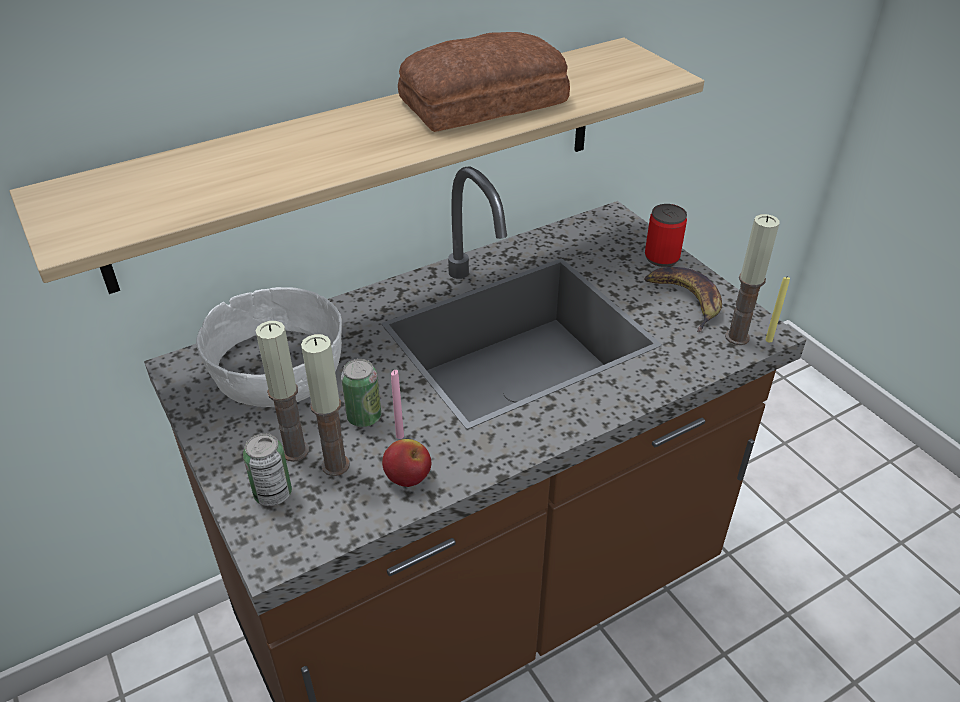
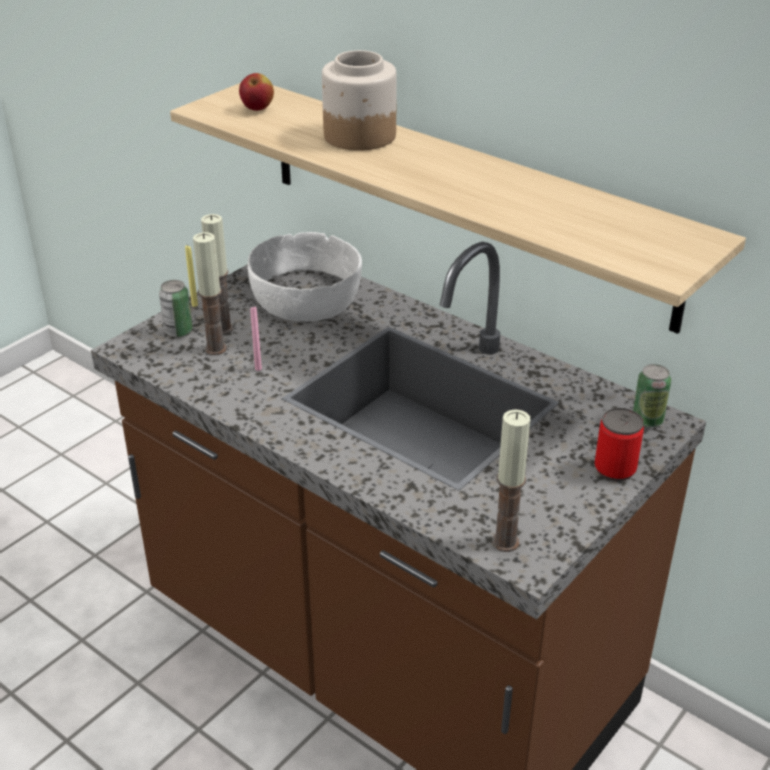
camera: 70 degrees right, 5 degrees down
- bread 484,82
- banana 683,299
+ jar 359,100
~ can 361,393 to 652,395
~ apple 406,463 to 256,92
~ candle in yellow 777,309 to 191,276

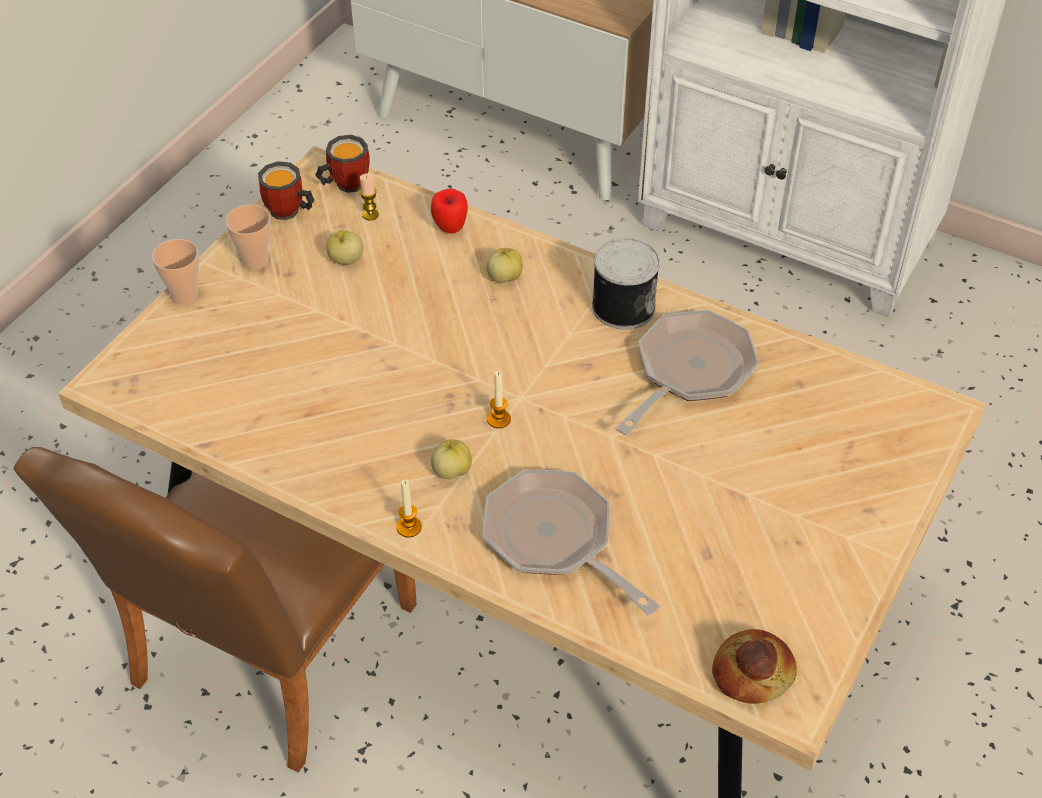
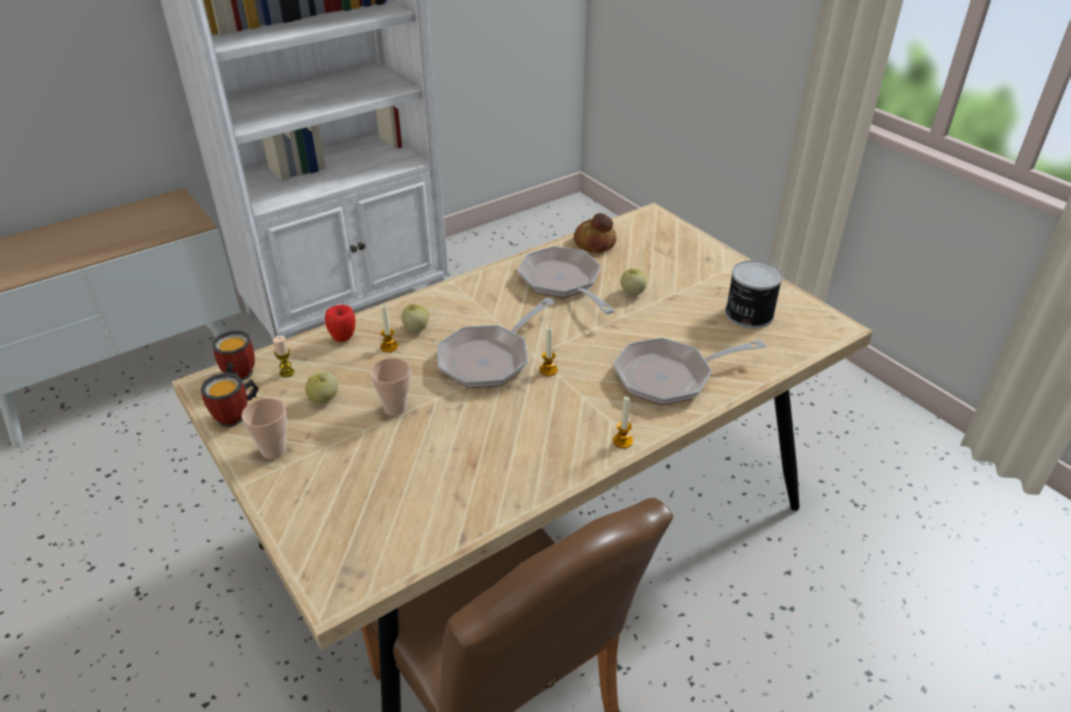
camera: 65 degrees left, 10 degrees down
+ candle 389,328
+ frying pan 495,343
~ cup 175,272 to 390,387
~ apple 451,459 to 633,282
~ can 626,284 to 754,294
~ bread 754,666 to 595,233

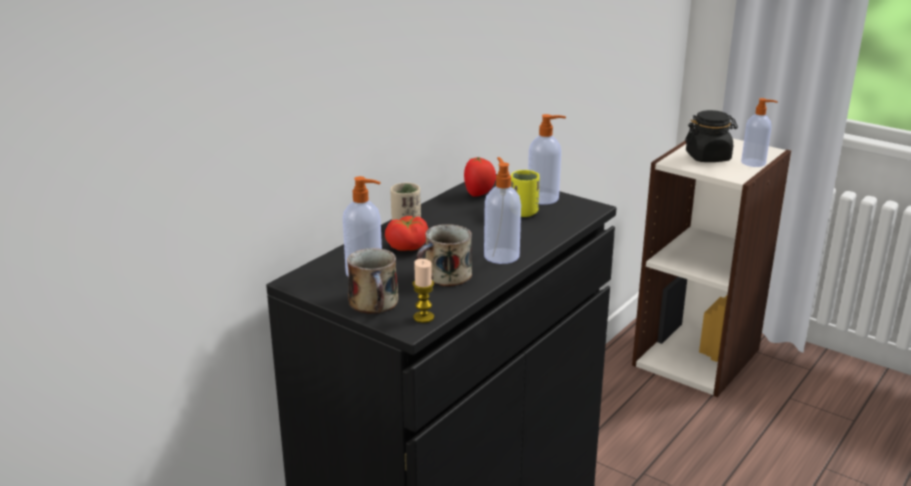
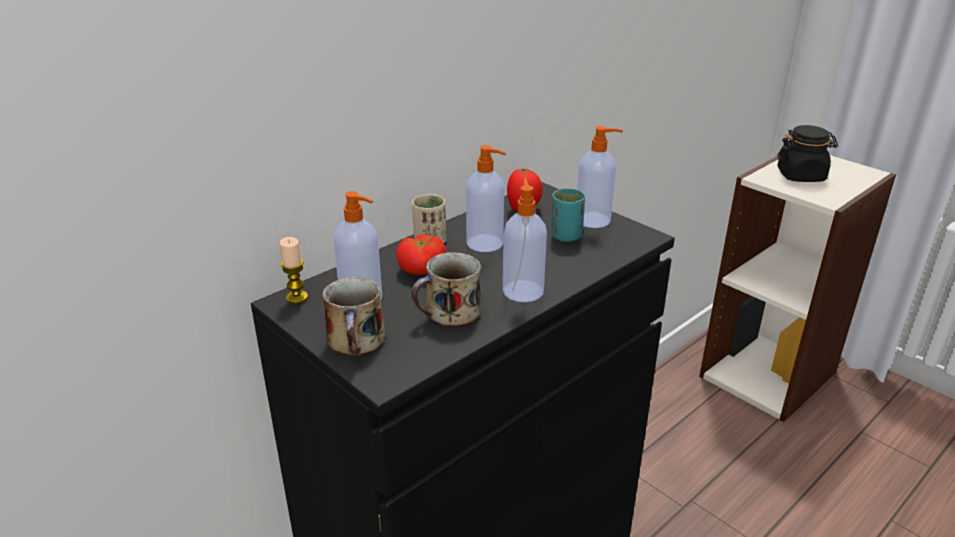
camera: 10 degrees right, 5 degrees up
~ candle 423,291 to 294,270
~ soap dispenser 759,132 to 486,198
~ cup in yellow 525,193 to cup in turquoise 568,215

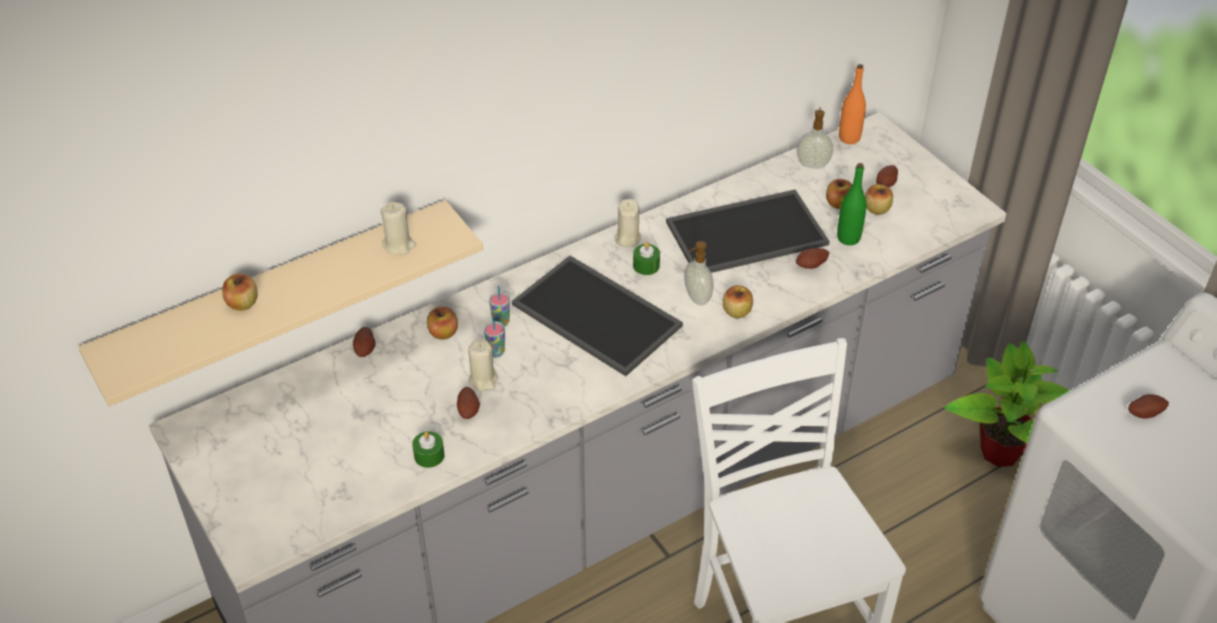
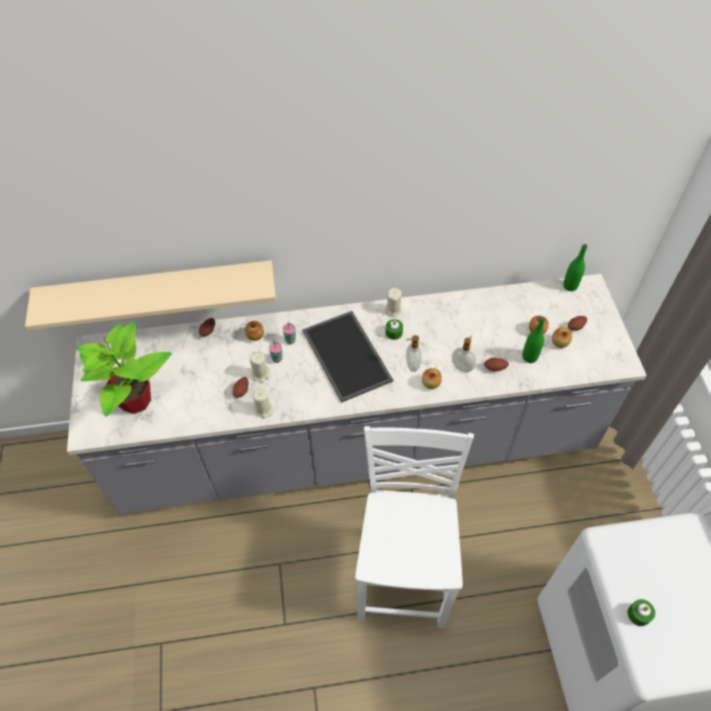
camera: 25 degrees right, 10 degrees up
- apple 239,292
- tray 748,231
- potato 1148,406
~ candle in beige 398,228 to 263,403
~ candle in green 428,449 to 641,612
~ soap dispenser 815,137 to 464,354
~ potted plant 1007,404 to 124,369
~ bottle in orange 852,104 to bottle in green 575,267

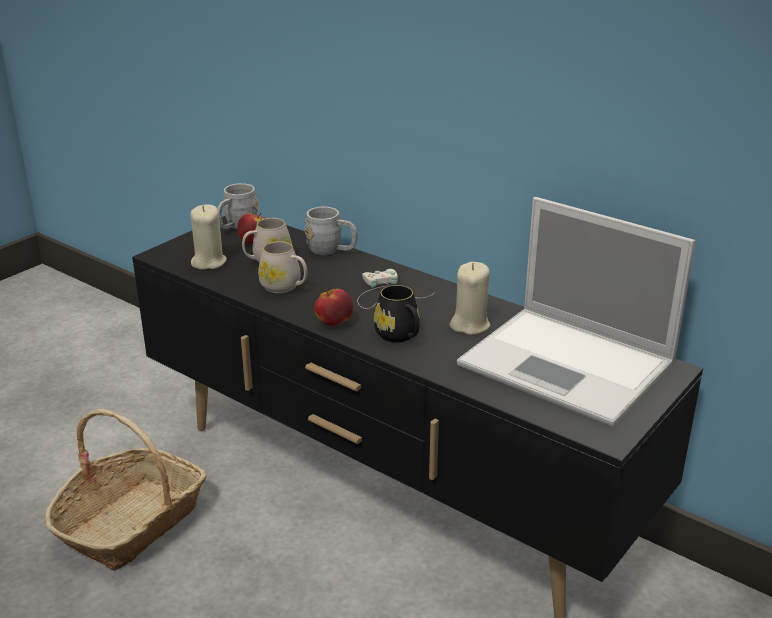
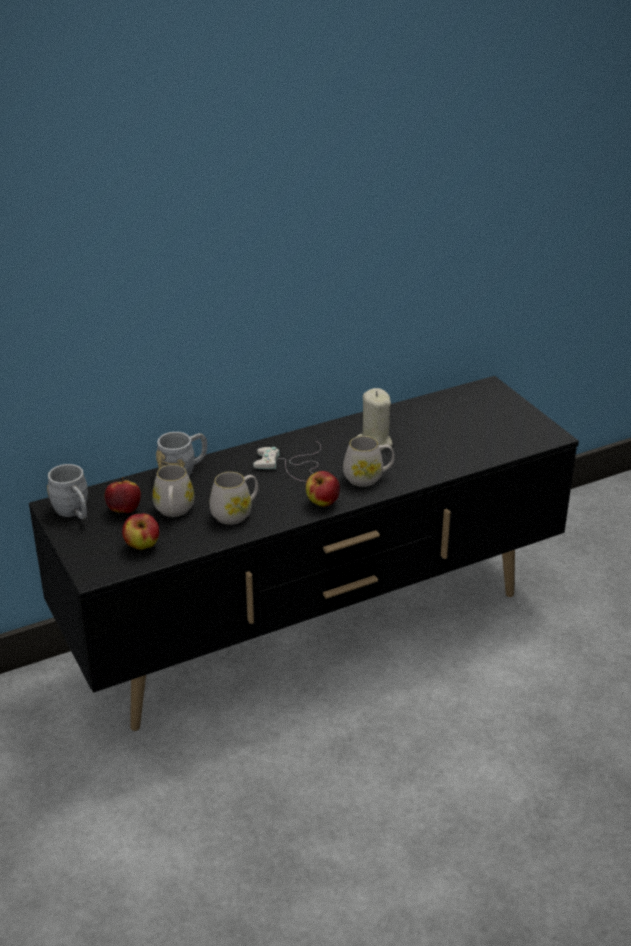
camera: 65 degrees left, 5 degrees up
- basket 125,490
- laptop 576,312
~ candle in beige 208,237 to apple 140,531
~ mug in black 397,313 to mug in white 368,461

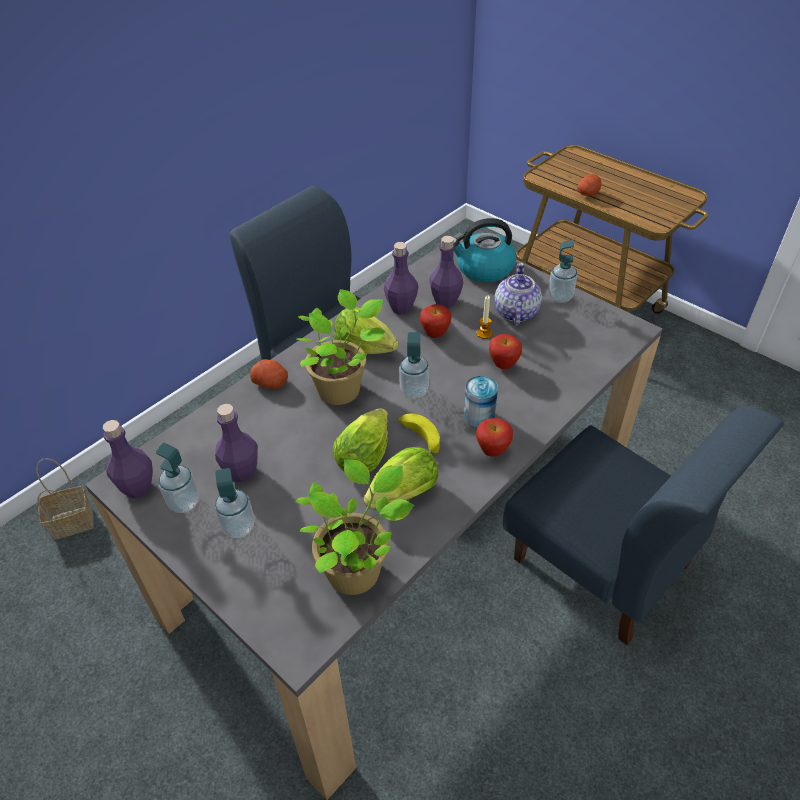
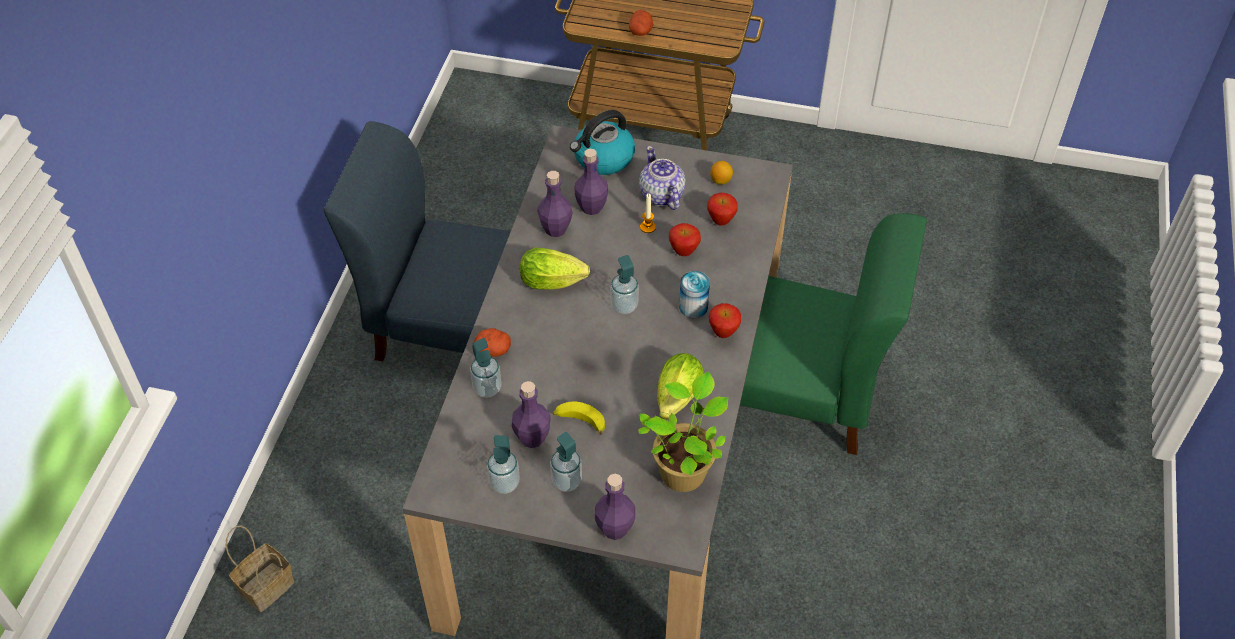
camera: 30 degrees left, 5 degrees up
- potted plant 341,347
- lettuce 360,440
+ lemon 721,173
~ bottle in purple 127,459 to 615,507
~ banana 419,433 to 579,418
~ apple 435,321 to 722,209
~ soap dispenser 562,271 to 486,368
~ chair in blue 643,525 to chair in green 833,334

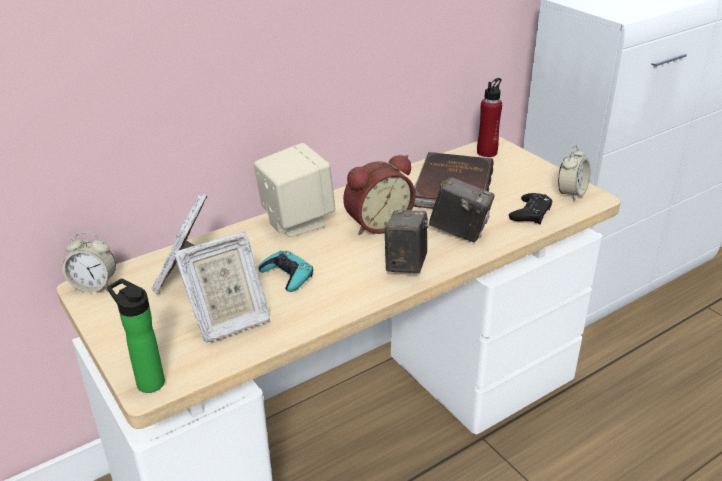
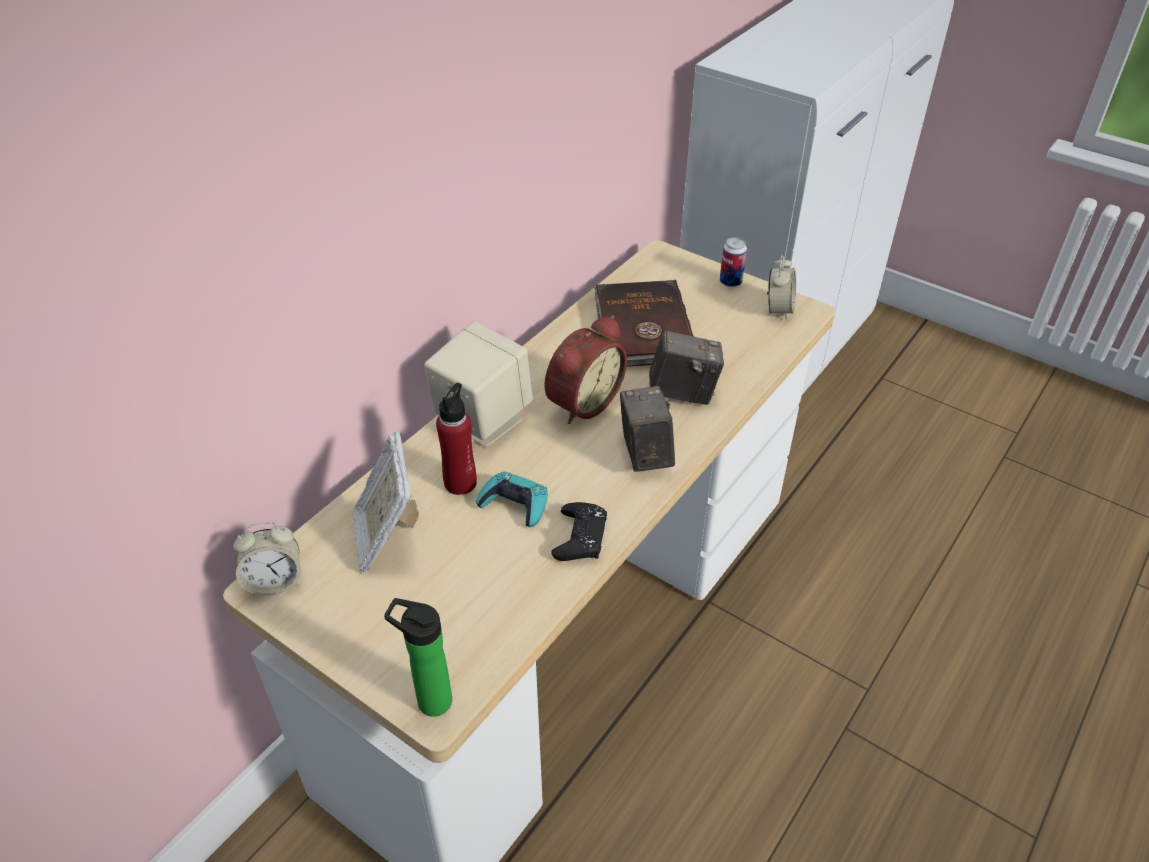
camera: 20 degrees left, 10 degrees up
- picture frame 222,287
+ can 733,262
~ bottle in red 489,117 to 456,439
~ game controller in black 531,208 to 579,531

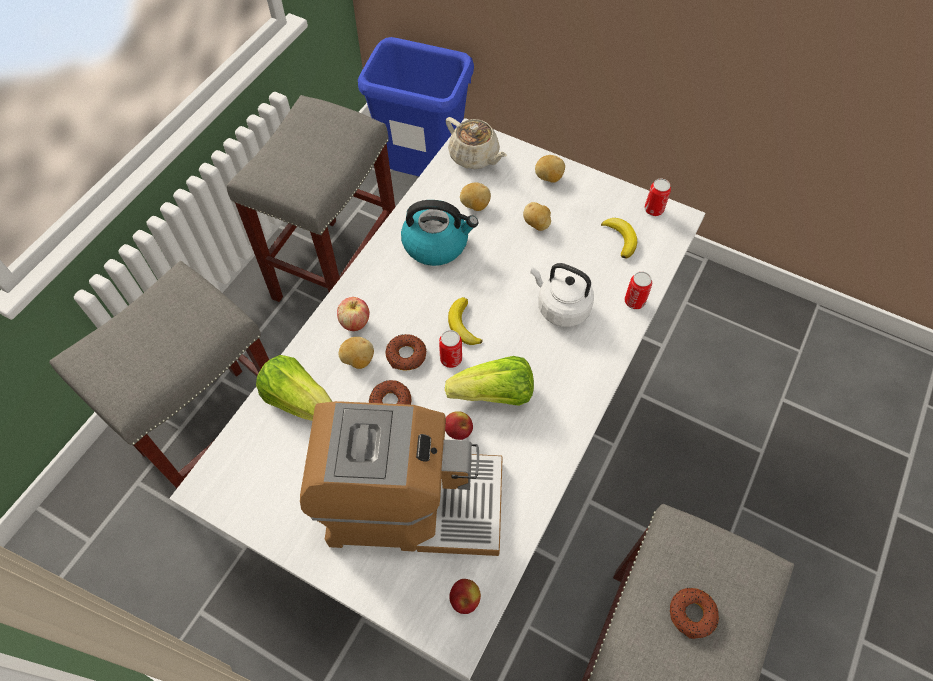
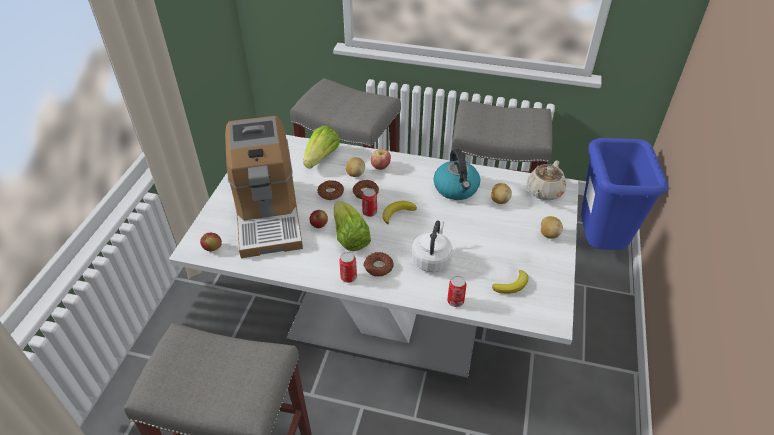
camera: 75 degrees right, 15 degrees down
- potato 537,216
~ can 657,197 to 348,267
~ donut 694,613 to 379,264

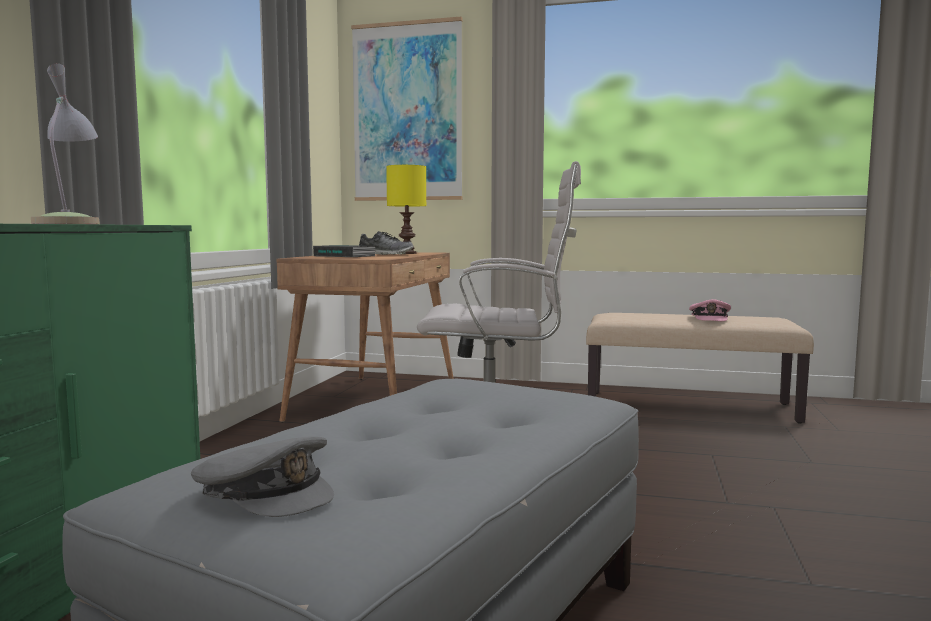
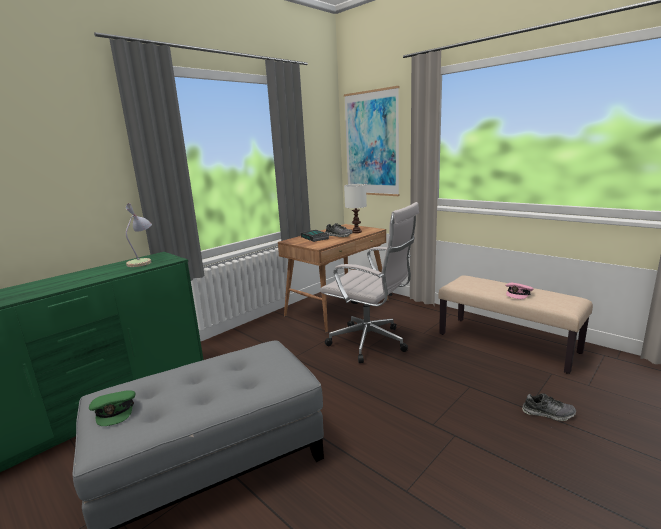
camera: 30 degrees right, 10 degrees up
+ shoe 549,407
~ cap in grey 262,476 to cap in green 112,408
~ table lamp in yellow 406,209 to table lamp in white 355,208

